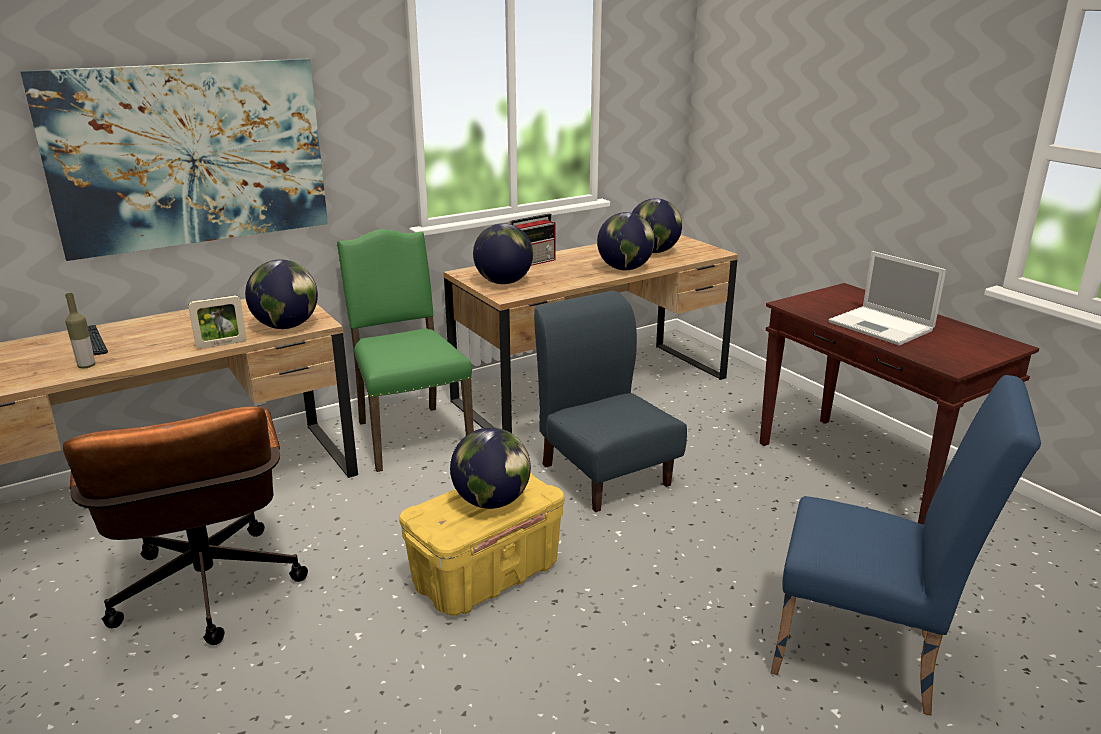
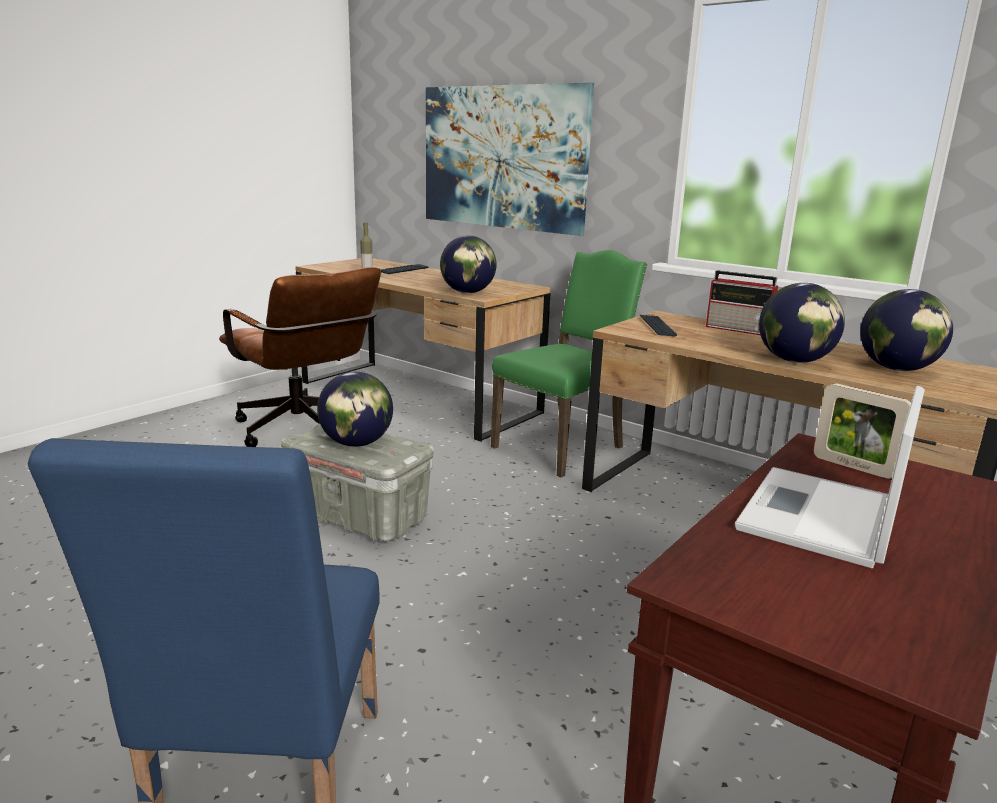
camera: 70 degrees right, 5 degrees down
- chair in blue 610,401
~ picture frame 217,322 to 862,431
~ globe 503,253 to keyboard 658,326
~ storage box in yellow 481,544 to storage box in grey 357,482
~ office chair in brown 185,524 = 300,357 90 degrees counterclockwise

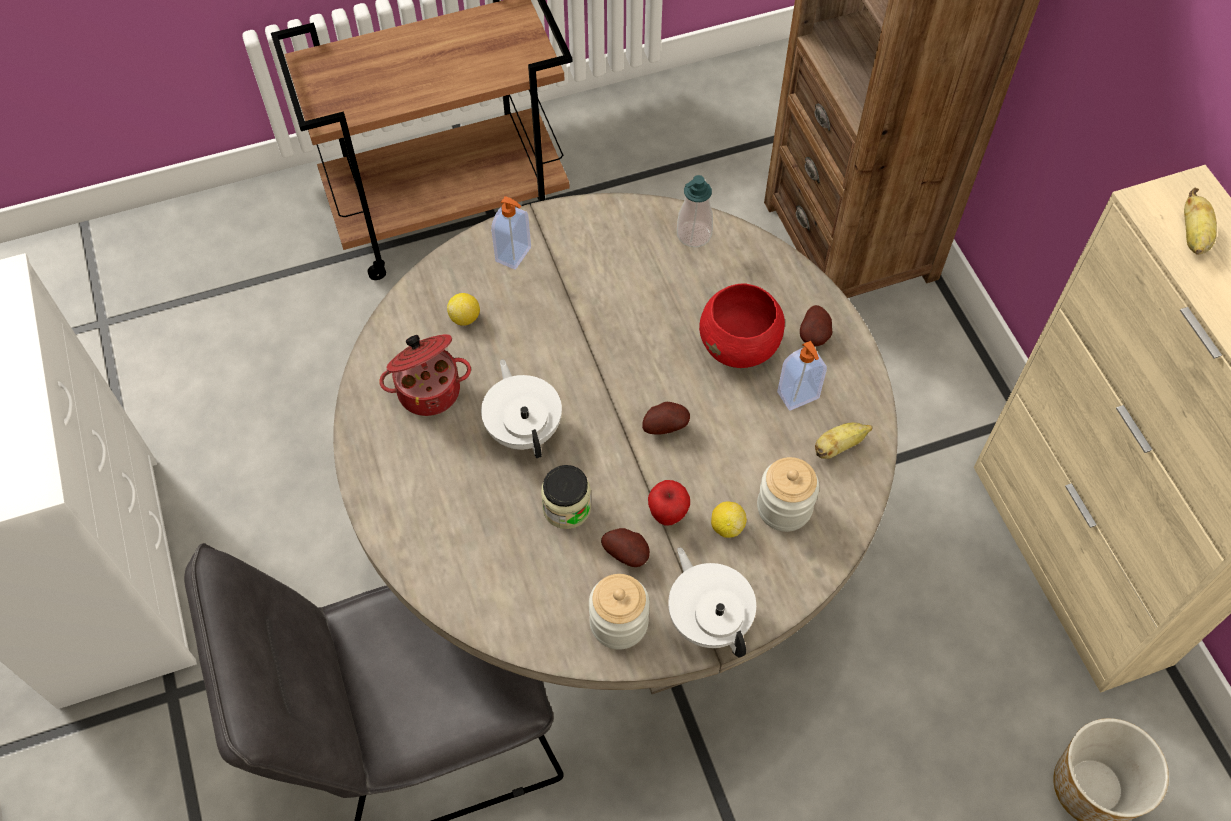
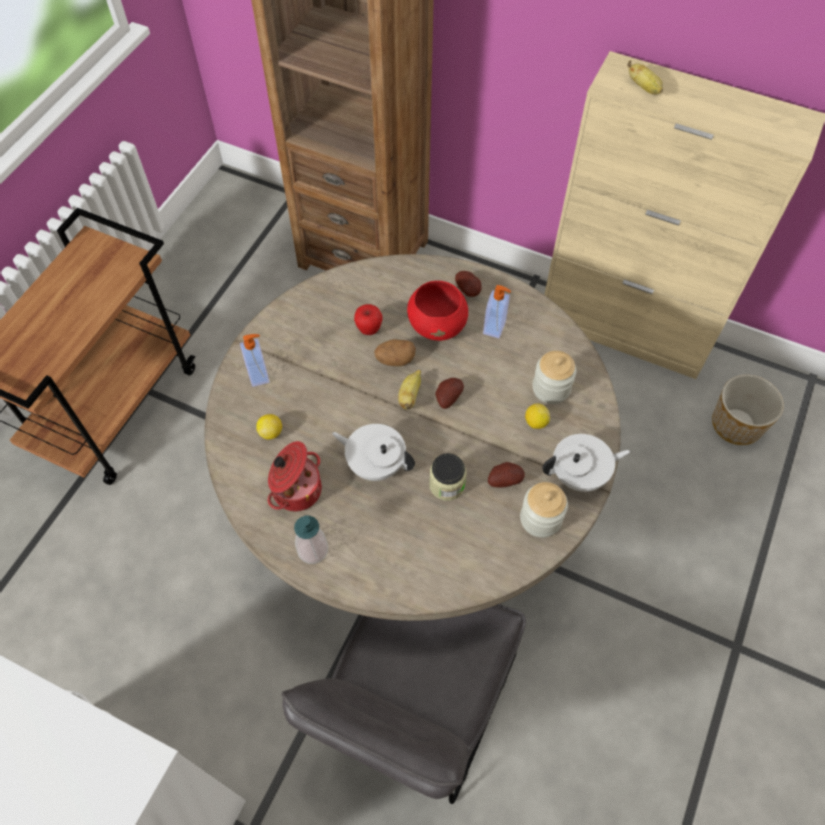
camera: 45 degrees left, 0 degrees up
+ potato 395,352
~ apple 669,503 to 368,319
~ soap dispenser 695,211 to 311,540
~ banana 844,440 to 409,390
~ teapot in white 712,602 = 586,463 150 degrees clockwise

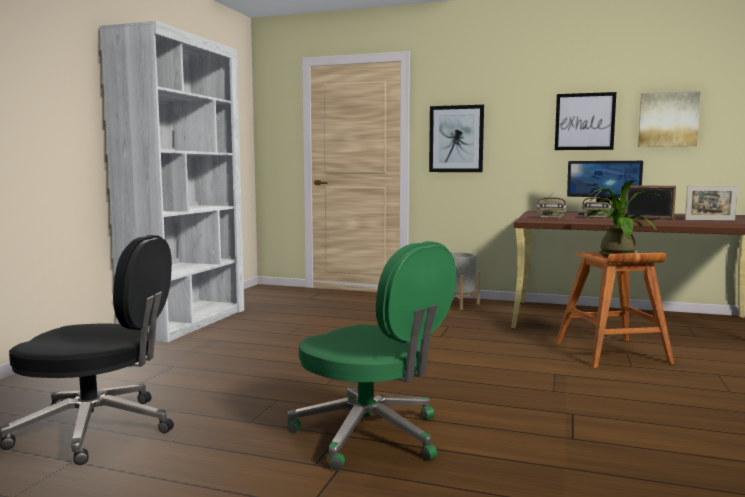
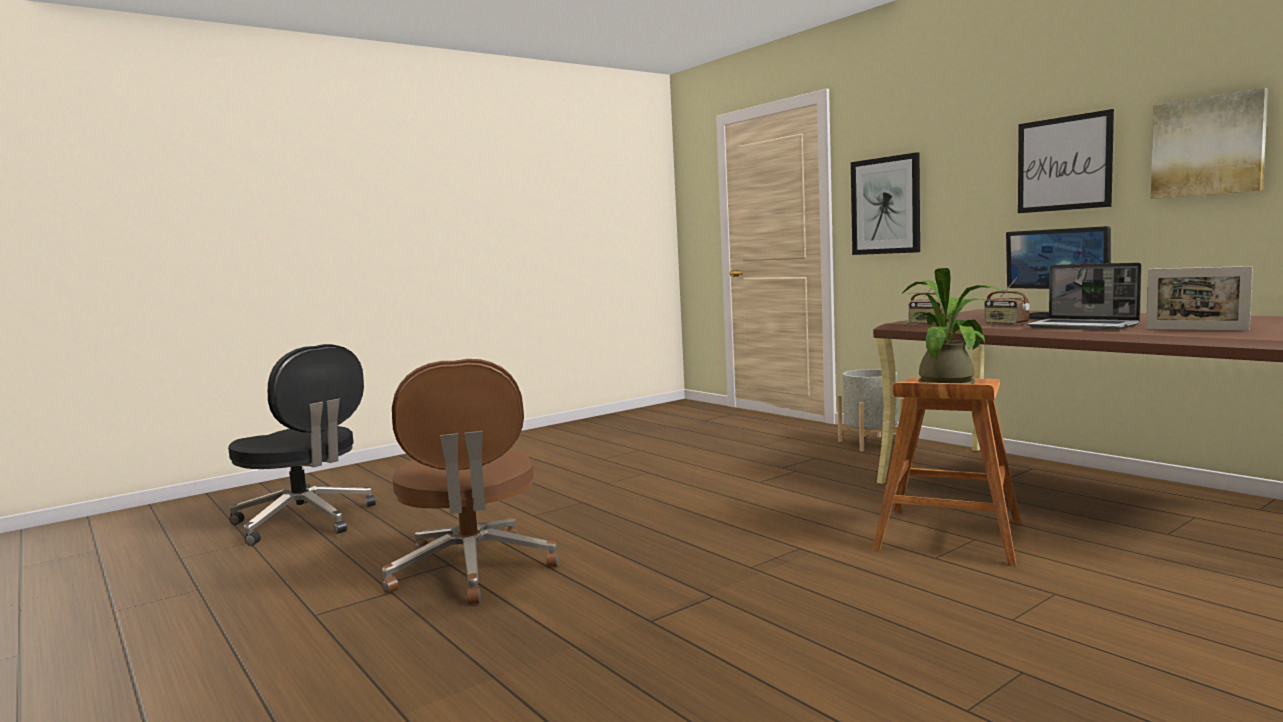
camera: 35 degrees right, 0 degrees up
- bookcase in white 172,181
~ picture frame 650,202 to laptop 1084,296
~ office chair in green 371,356 to office chair in brown 470,481

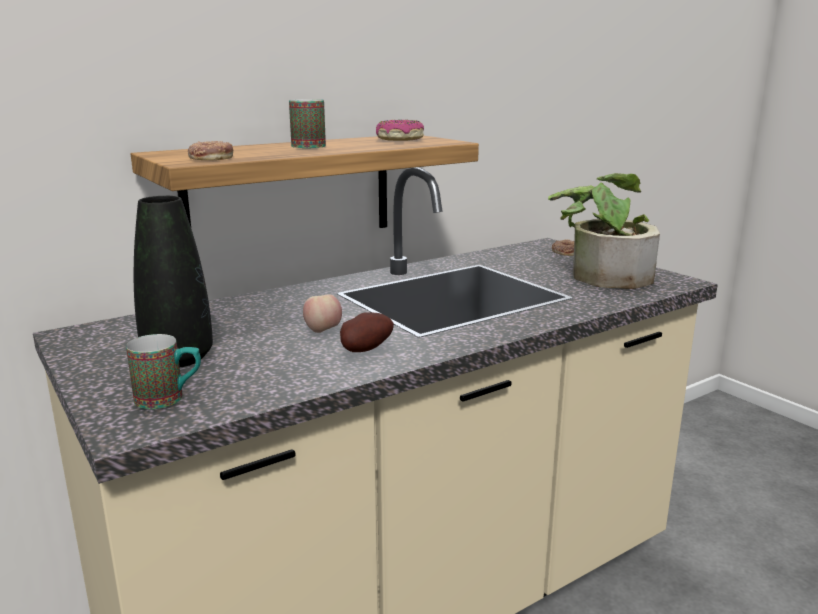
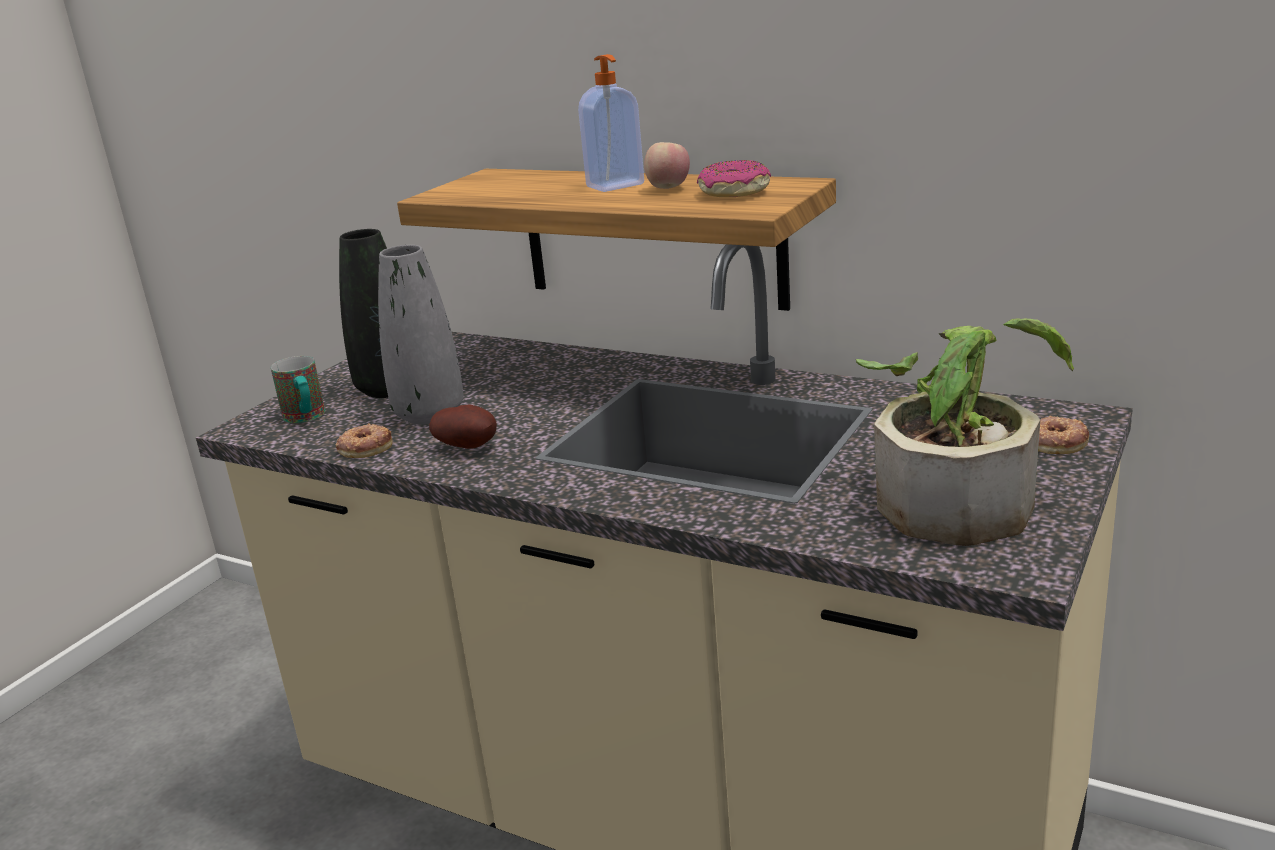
camera: 65 degrees right, 5 degrees up
+ vase in grey 421,335
~ donut 210,150 to 363,440
~ apple 322,313 to 667,165
~ mug 307,123 to soap dispenser 611,123

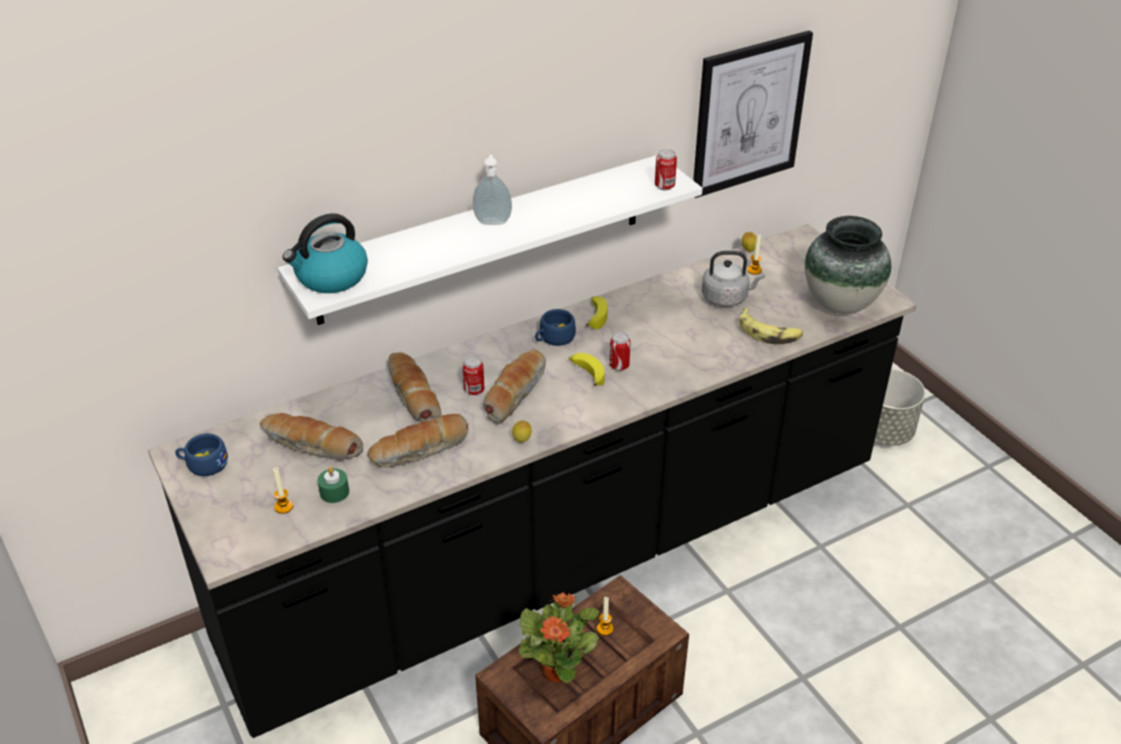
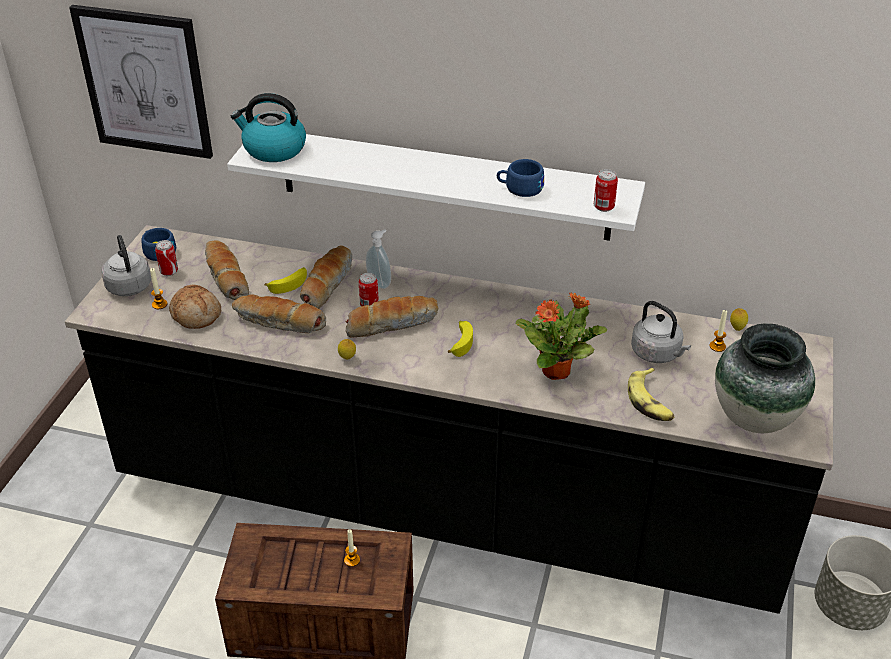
camera: 45 degrees right, 0 degrees up
+ kettle in grey 126,265
~ soap dispenser 492,190 to 378,259
~ potted plant 559,637 to 561,336
~ cup in blue 555,327 to 520,178
~ banana 597,312 to 286,280
~ can 620,351 to 166,258
~ picture 753,114 to 141,82
~ candle in green 333,485 to bread 195,307

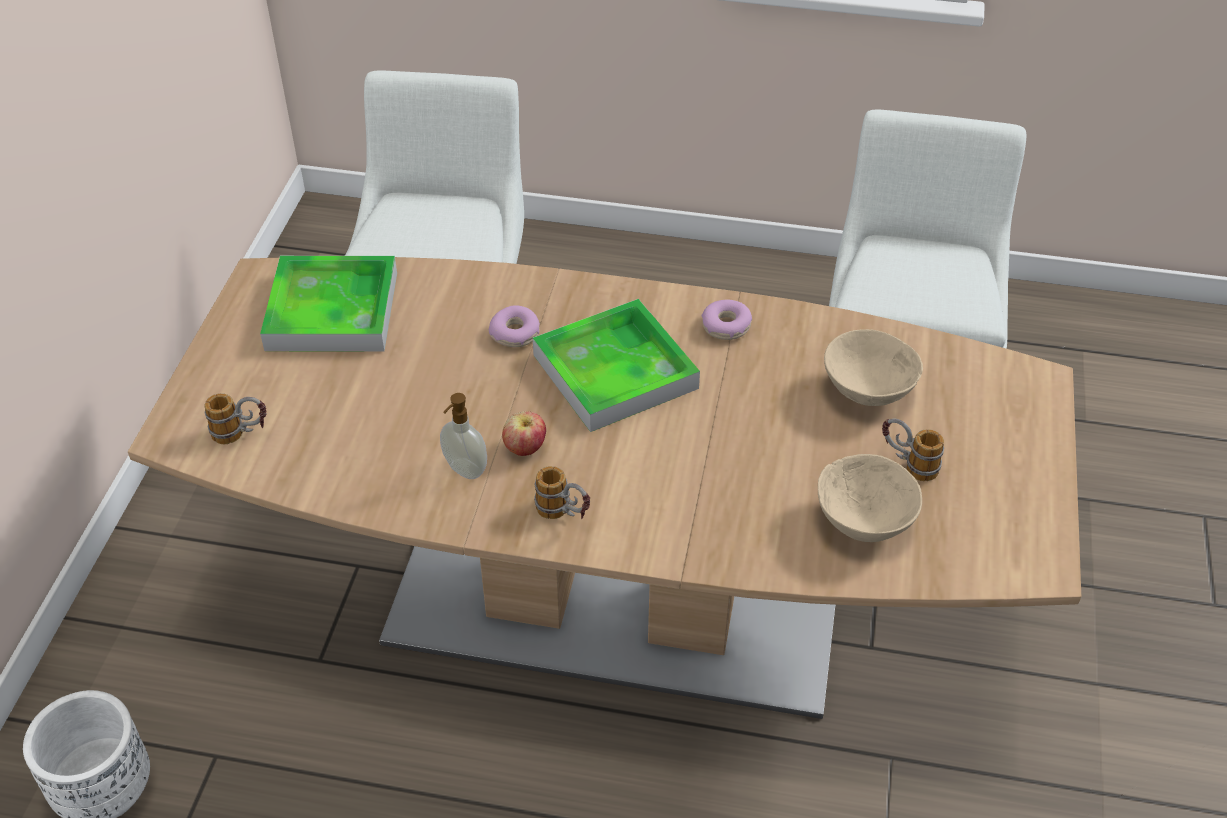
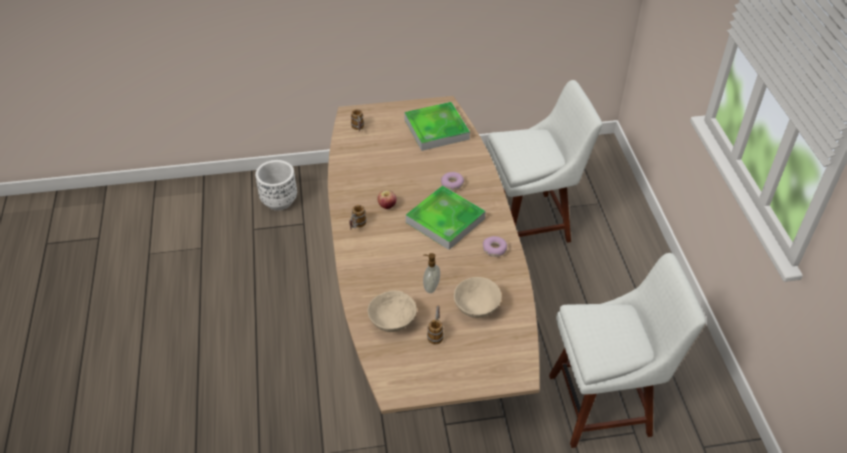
camera: 70 degrees right, 0 degrees up
~ soap dispenser 463,436 to 431,273

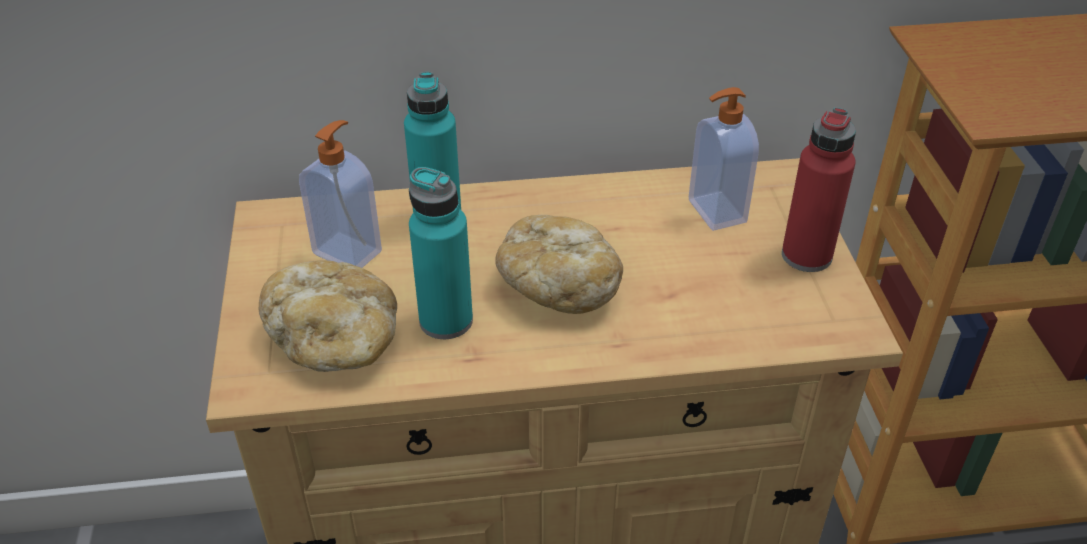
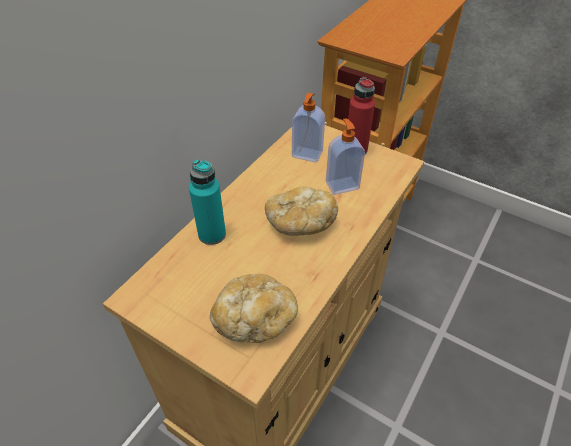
camera: 50 degrees left, 5 degrees up
- bottle in turquoise 441,253
~ soap dispenser 340,194 to 345,156

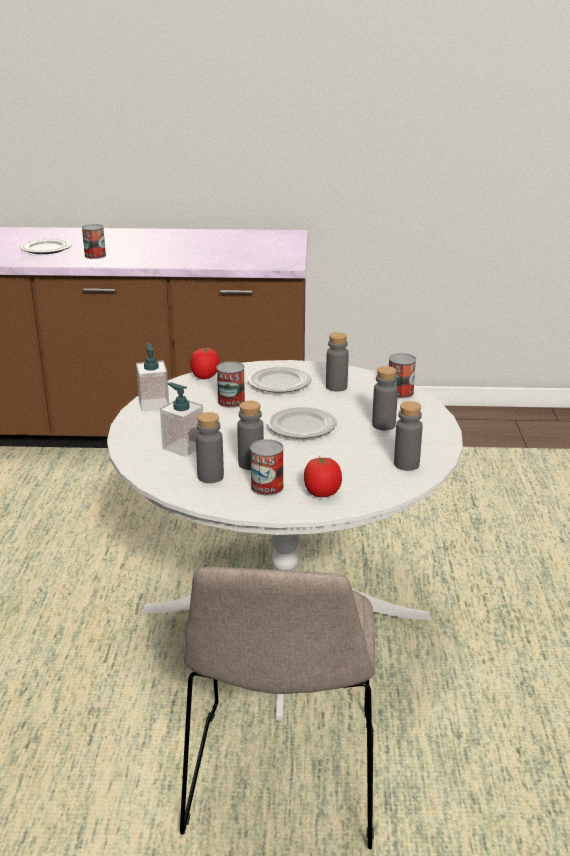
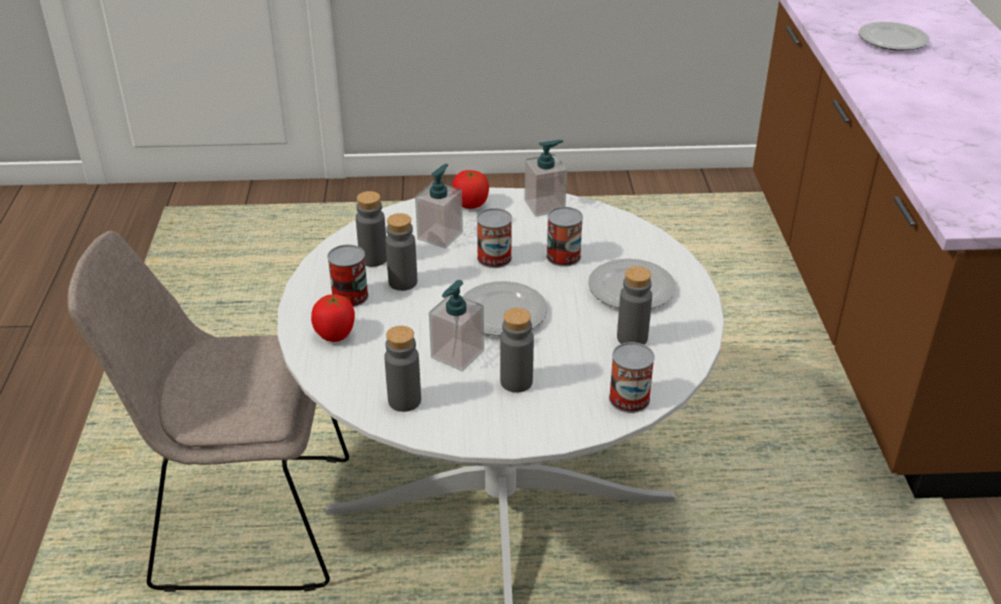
camera: 85 degrees right, 10 degrees up
+ soap dispenser 456,325
~ can 94,241 to 494,238
~ tomato 205,363 to 470,189

